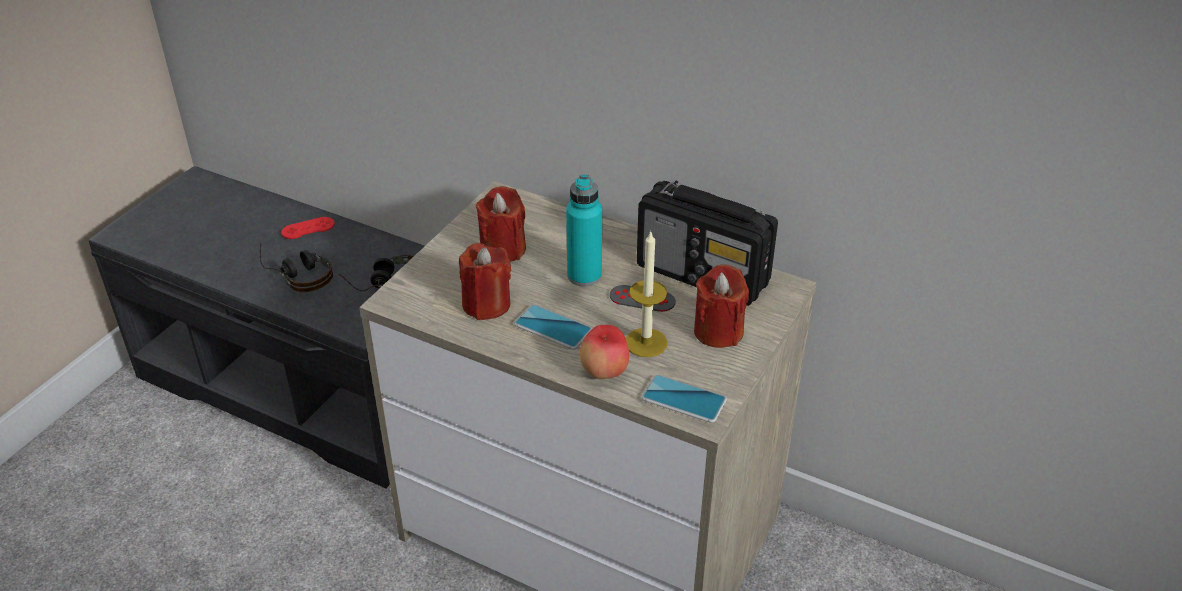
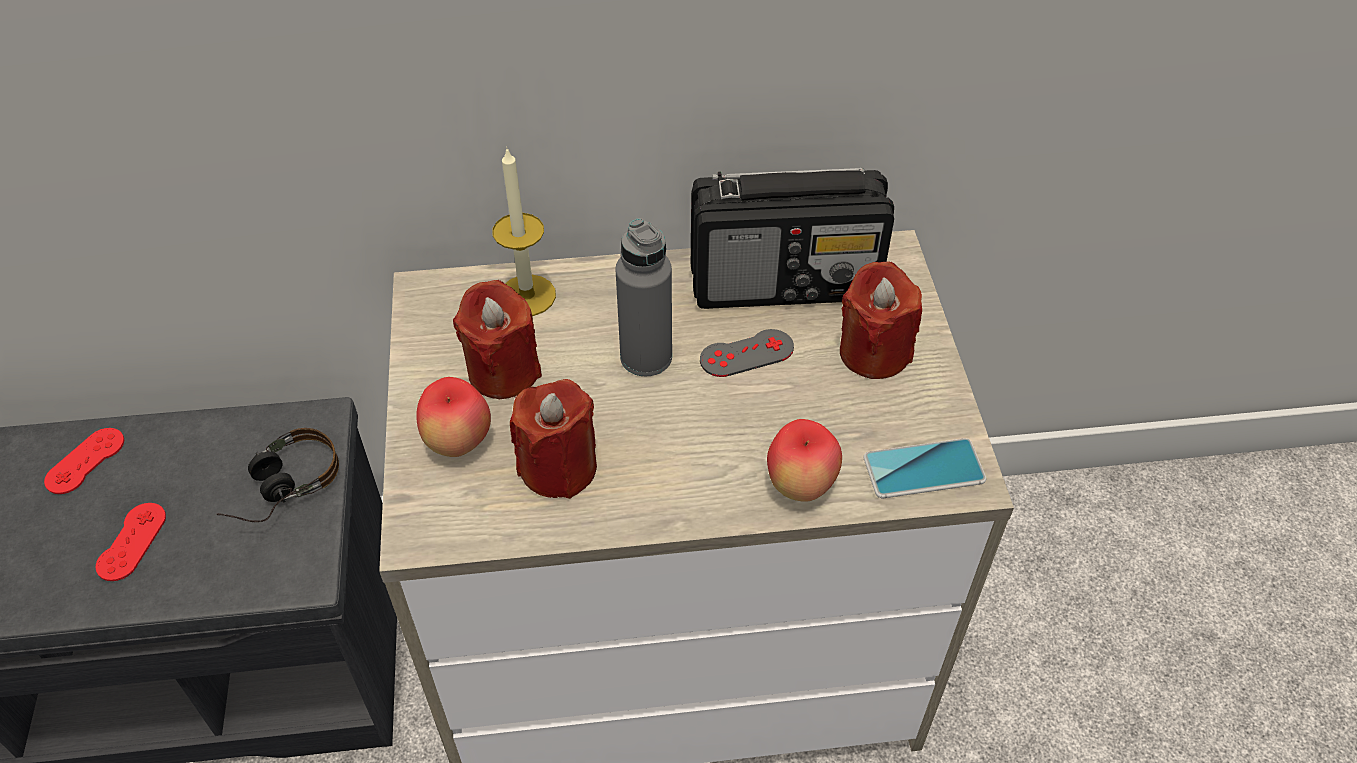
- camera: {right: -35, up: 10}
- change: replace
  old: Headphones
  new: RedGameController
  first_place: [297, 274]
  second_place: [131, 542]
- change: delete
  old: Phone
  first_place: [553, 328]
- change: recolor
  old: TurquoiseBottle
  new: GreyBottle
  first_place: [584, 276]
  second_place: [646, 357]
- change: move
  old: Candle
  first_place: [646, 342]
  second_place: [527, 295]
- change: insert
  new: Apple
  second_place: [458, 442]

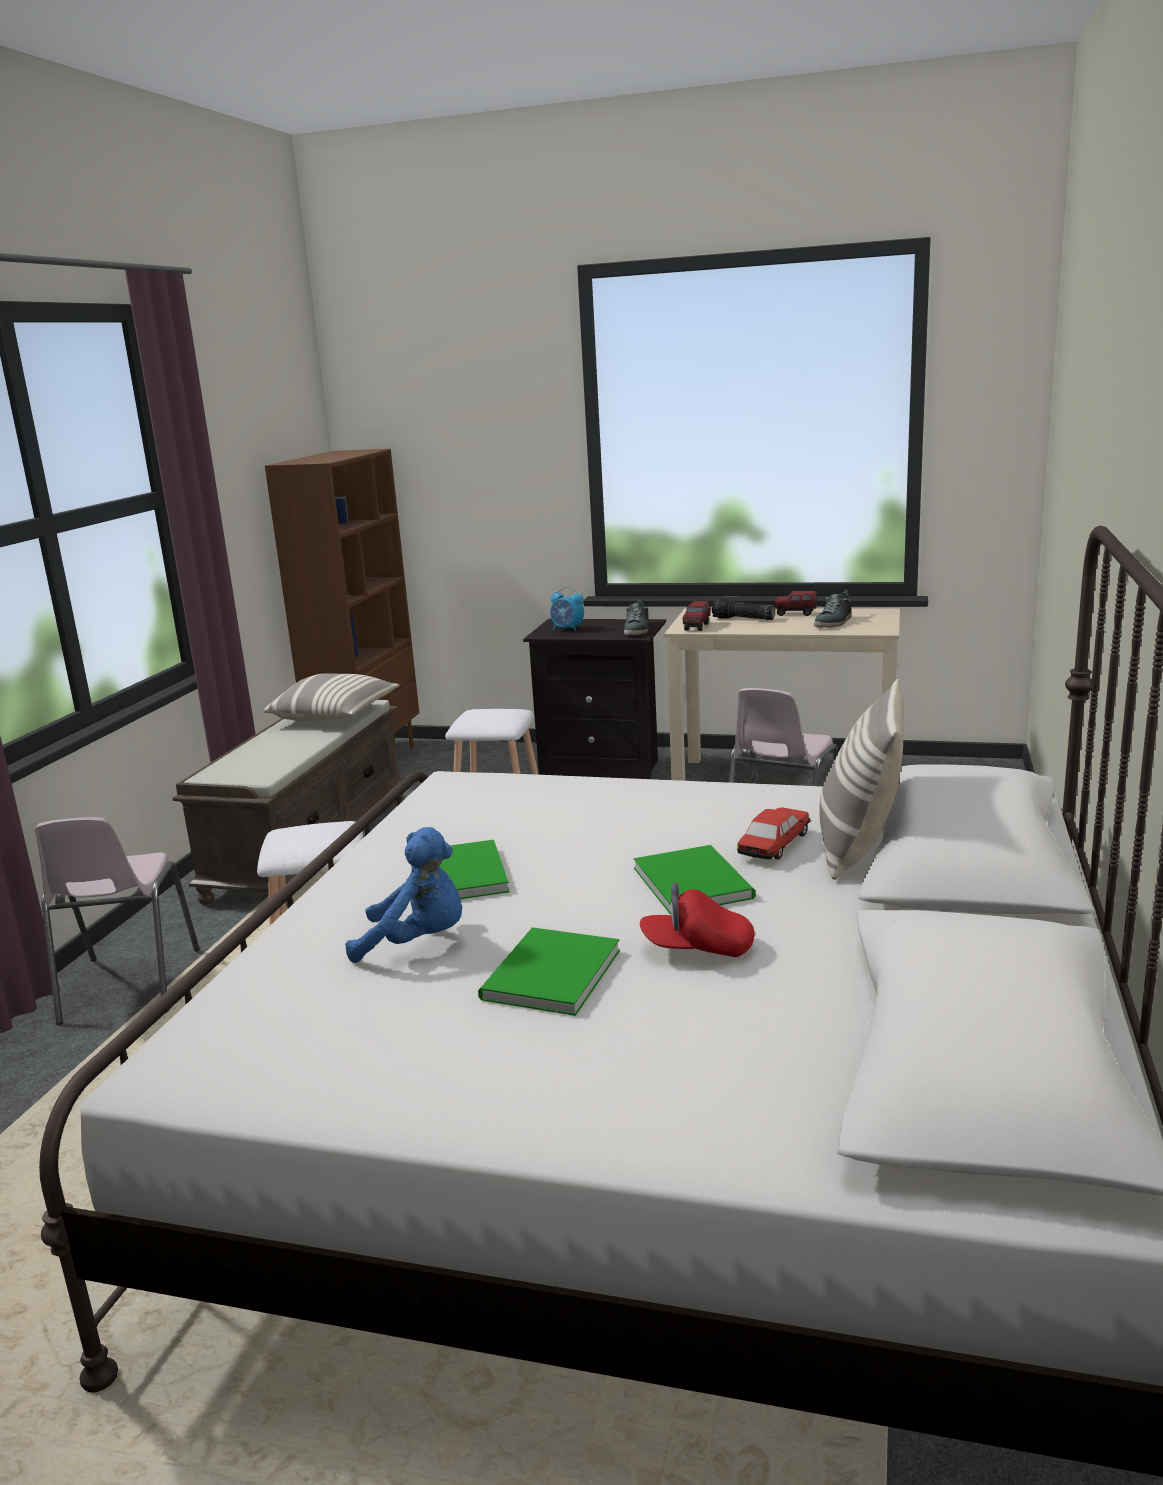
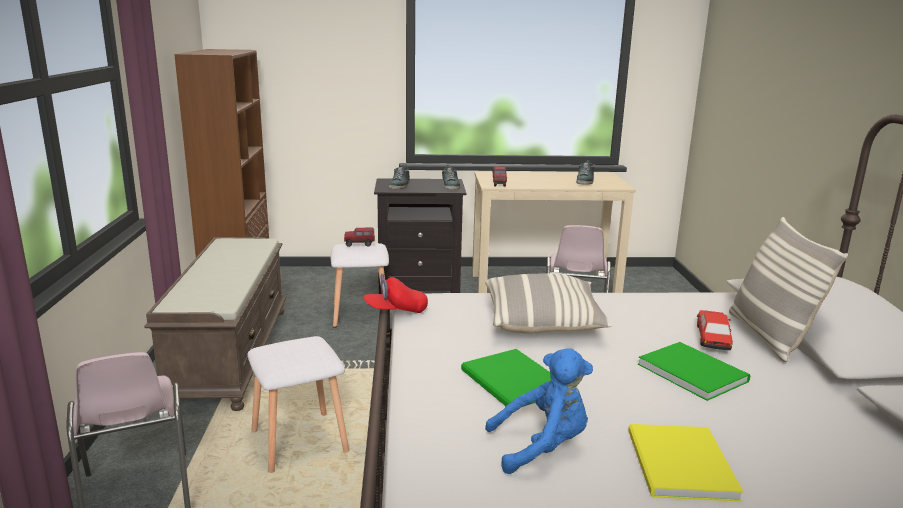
- camera: {right: -20, up: 0}
- change: move
  old: Pillow
  first_place: [335, 716]
  second_place: [543, 322]
- change: recolor
  old: GreenBook
  new: YellowBook
  first_place: [546, 976]
  second_place: [678, 466]
- change: replace
  old: AlarmClock
  new: Shoe
  first_place: [567, 629]
  second_place: [400, 185]
- change: move
  old: RedCap
  first_place: [697, 948]
  second_place: [395, 311]
- change: delete
  old: Flashlight
  first_place: [742, 619]
- change: move
  old: ToyTruck
  first_place: [795, 614]
  second_place: [359, 244]

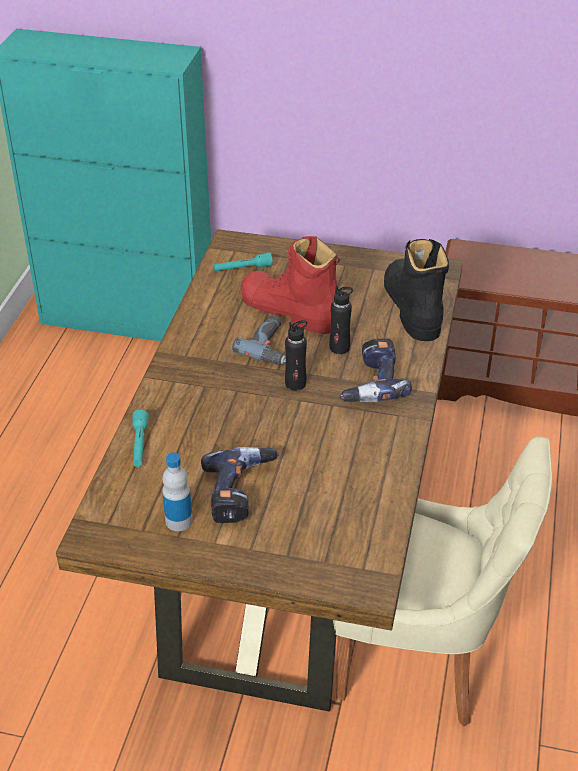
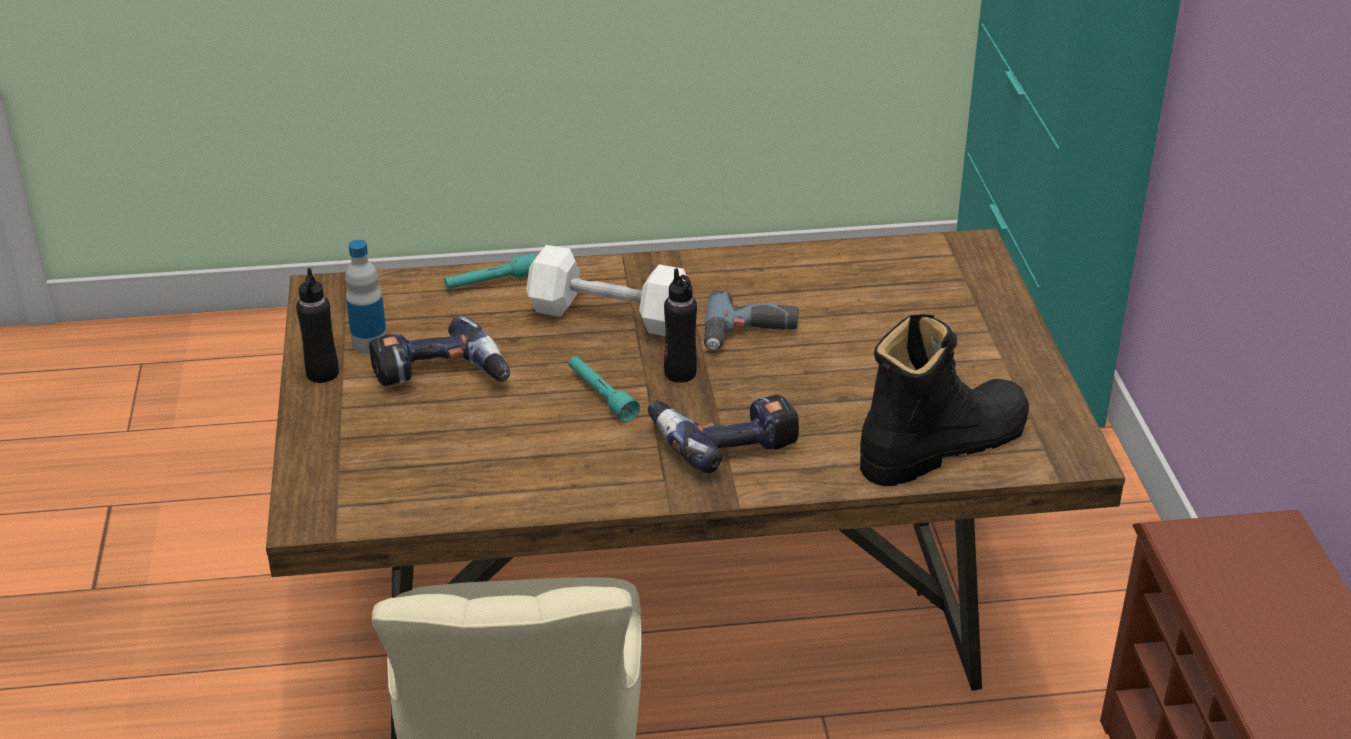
- camera: {right: 70, up: -5}
- change: move
  old: TurquoiseFlashlight
  first_place: [243, 269]
  second_place: [601, 395]
- change: delete
  old: RedBoot
  first_place: [290, 310]
- change: move
  old: BlackBottle
  first_place: [339, 348]
  second_place: [322, 373]
- change: insert
  new: WhiteDumbbell
  second_place: [609, 315]

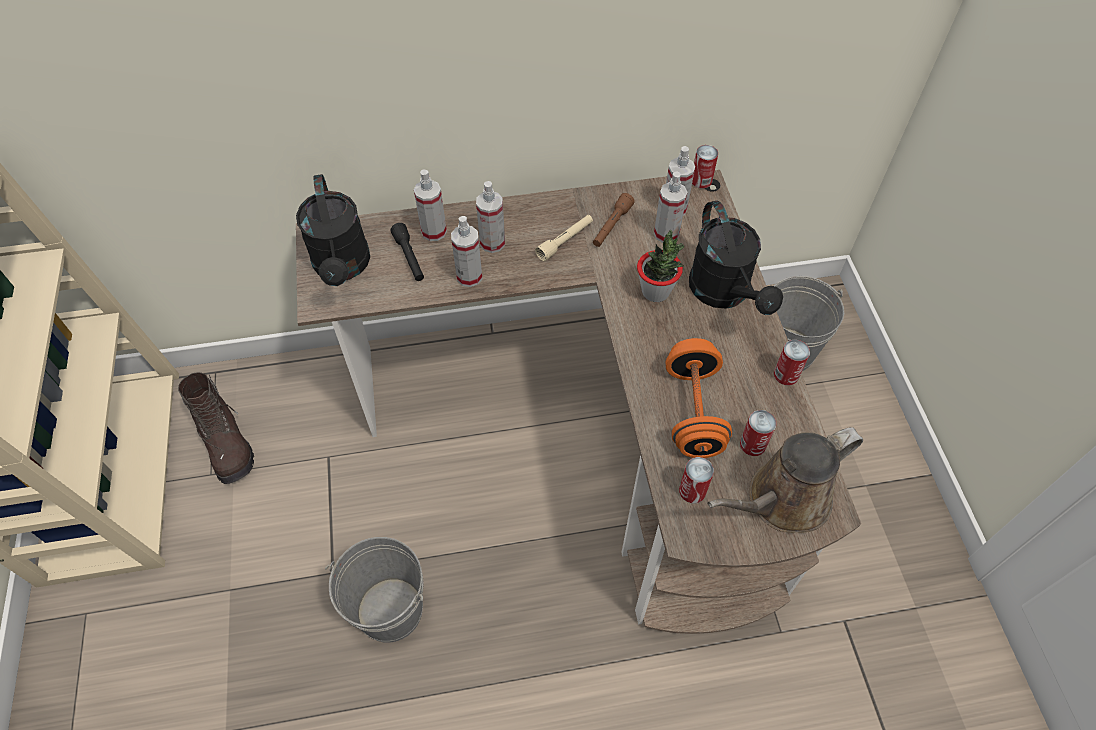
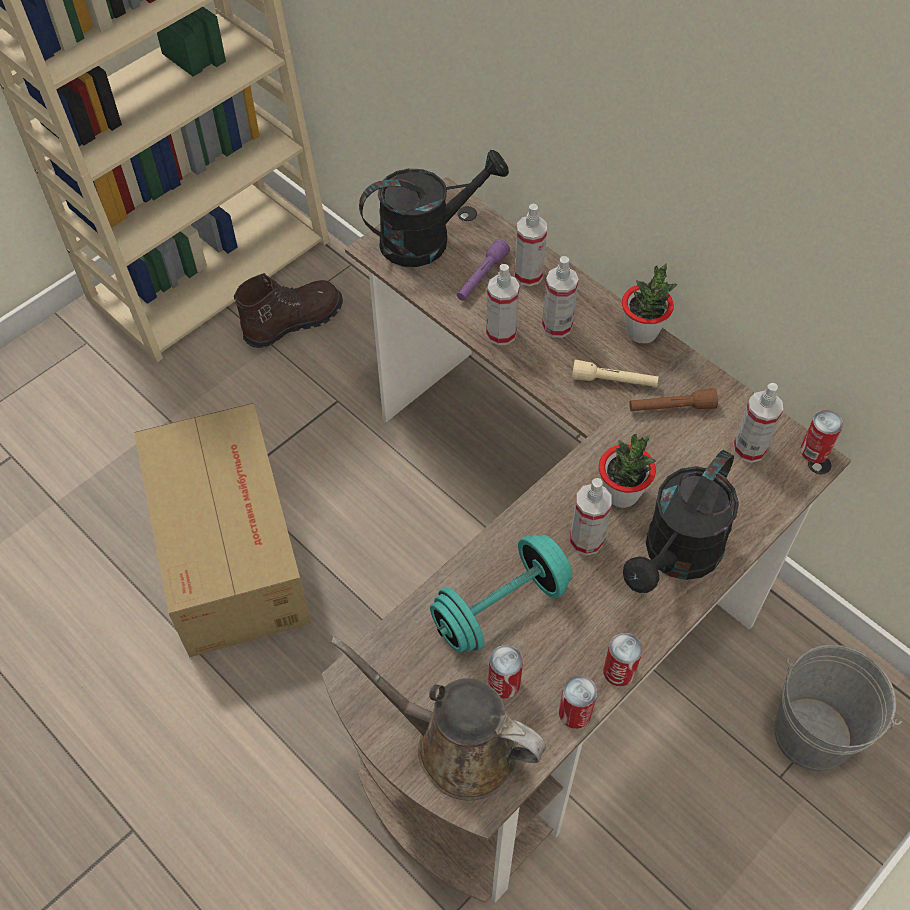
- camera: {right: 55, up: 0}
- change: rotate
  old: BrownBoot
  first_place: [227, 443]
  second_place: [292, 321]
  degrees: -150
- change: rotate
  old: BlackWateringCan
  first_place: [343, 267]
  second_place: [427, 238]
  degrees: -150
- change: replace
  old: GreyBucket
  new: CardboardBox
  first_place: [390, 610]
  second_place: [231, 547]
- change: recolor
  old: BlackFlashlight
  new: PurpleFlashlight
  first_place: [409, 258]
  second_place: [481, 277]
- change: move
  old: SprayBottle
  first_place: [666, 234]
  second_place: [586, 540]
- change: recolor
  old: OrangeDumbbell
  new: TurquoiseDumbbell
  first_place: [693, 411]
  second_place: [500, 608]
- change: move
  old: Can
  first_place: [692, 490]
  second_place: [575, 712]
- change: insert
  new: PottedPlant
  second_place: [642, 332]

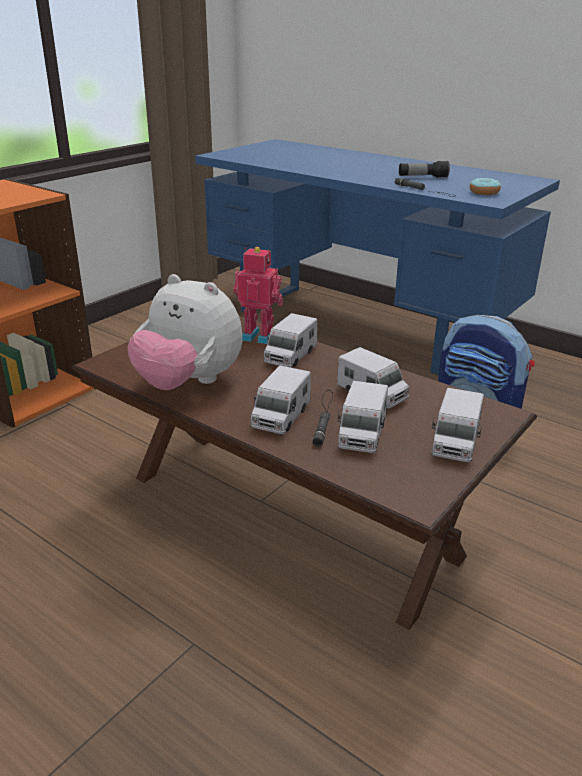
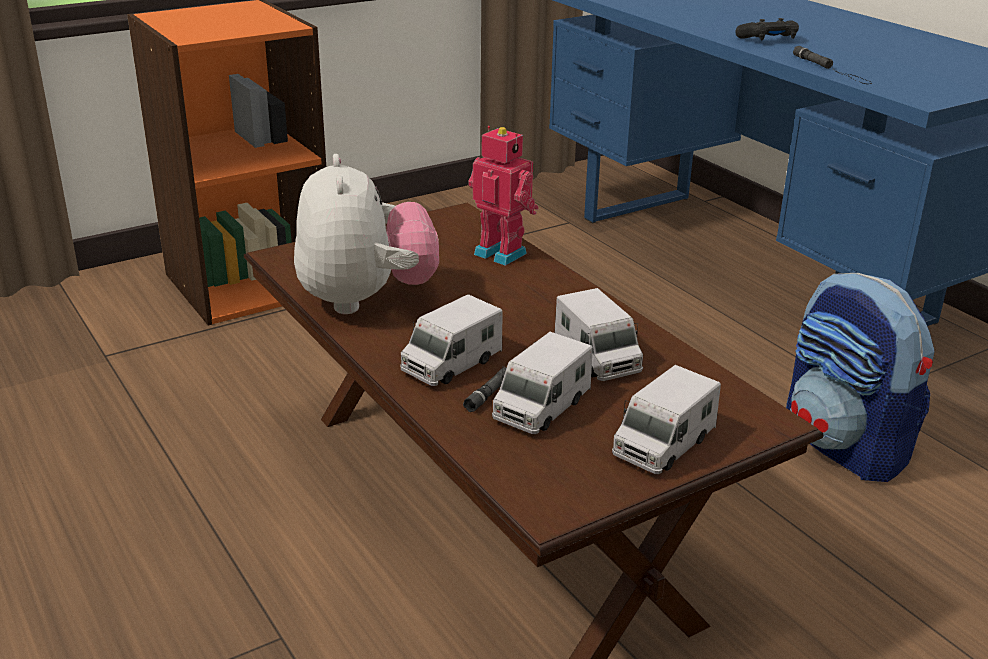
- camera: {right: 20, up: 0}
- change: rotate
  old: PlushToy
  first_place: [188, 383]
  second_place: [366, 300]
  degrees: -150
- change: delete
  old: ToyTruck
  first_place: [290, 356]
- change: delete
  old: Flashlight
  first_place: [422, 177]
- change: delete
  old: Donut
  first_place: [484, 192]
- change: insert
  new: BlackGameController
  second_place: [768, 40]

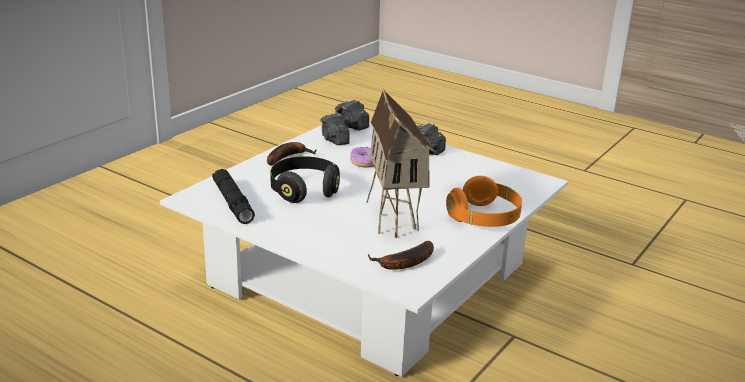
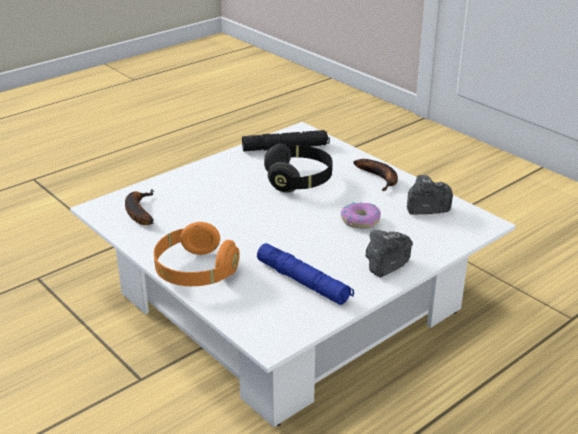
- camera: {right: 105, up: 5}
- change: delete
  old: PhotoCamera
  first_place: [351, 126]
- change: delete
  old: ToyHouse
  first_place: [395, 219]
- change: insert
  new: BlueFlashlight
  second_place: [303, 282]

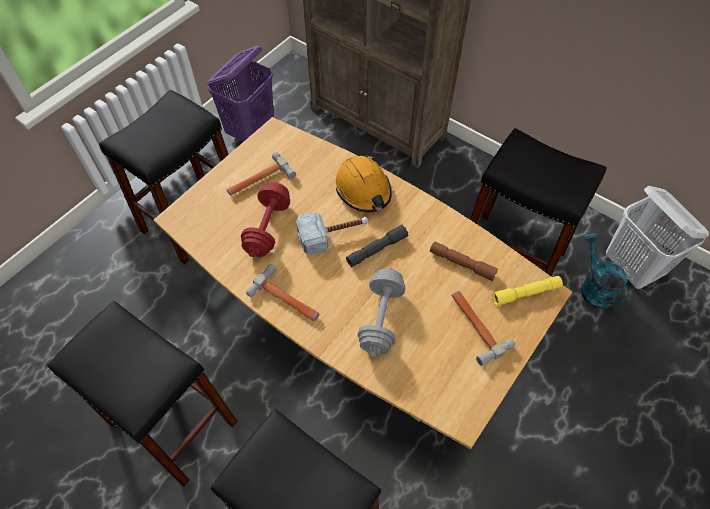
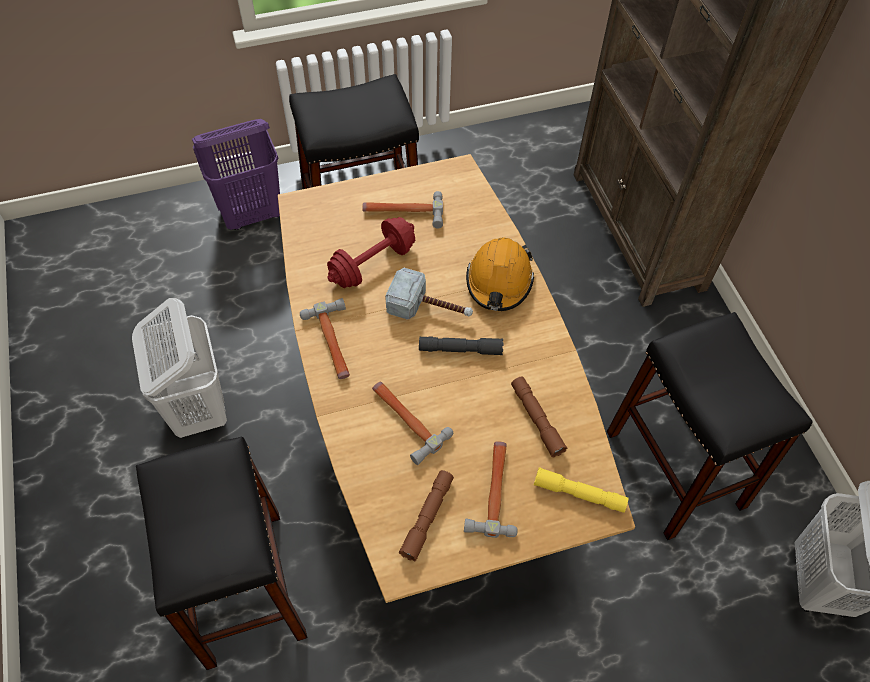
- camera: {right: 35, up: 0}
- change: replace
  old: BlackStool
  new: WhiteLaundryBasket
  first_place: [172, 422]
  second_place: [199, 408]
- change: move
  old: PurpleLaundryBasket
  first_place: [251, 130]
  second_place: [252, 213]
- change: replace
  old: GreyDumbbell
  new: Hammer
  first_place: [381, 319]
  second_place: [405, 419]
- change: delete
  old: TurquoiseWateringCan
  first_place: [593, 287]
- change: insert
  new: BrownFlashlight
  second_place: [427, 517]

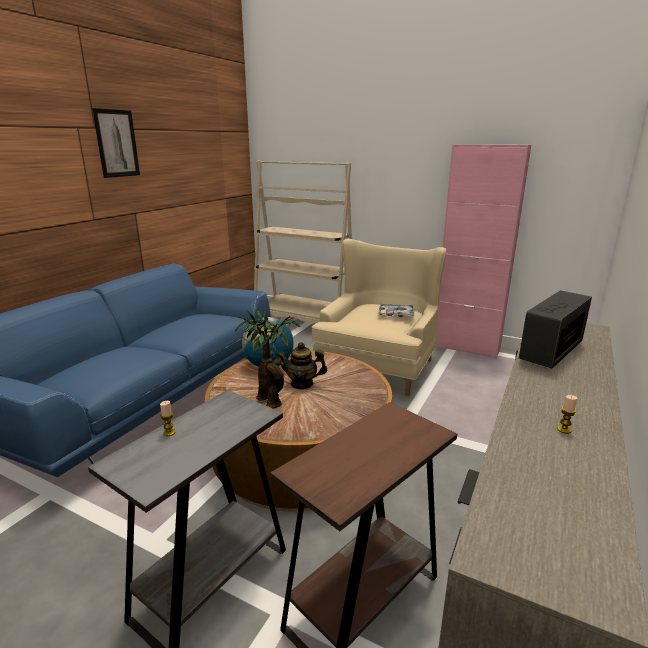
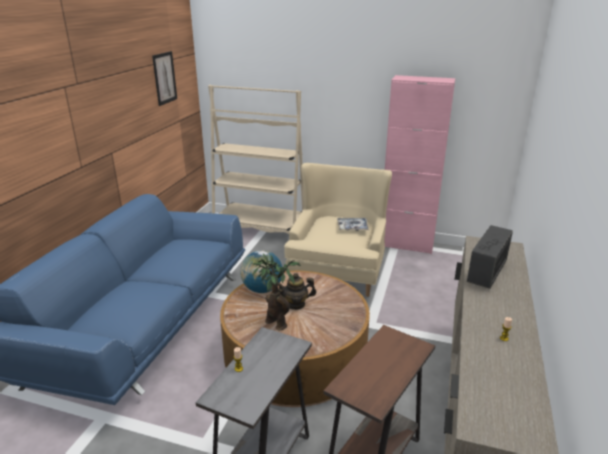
- camera: {right: -10, up: 5}
- change: move
  old: Picture
  first_place: [117, 143]
  second_place: [164, 78]

